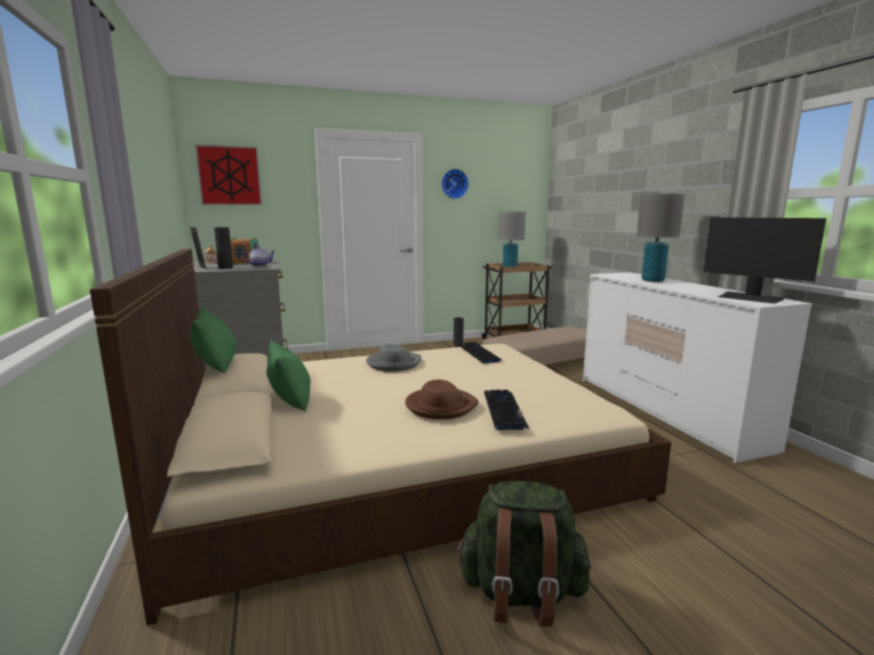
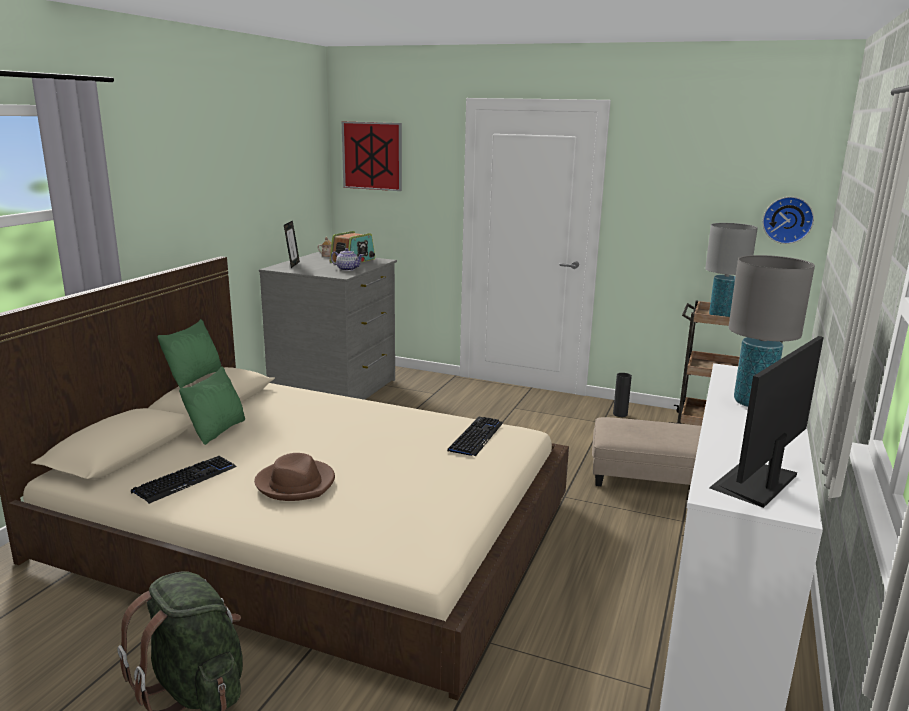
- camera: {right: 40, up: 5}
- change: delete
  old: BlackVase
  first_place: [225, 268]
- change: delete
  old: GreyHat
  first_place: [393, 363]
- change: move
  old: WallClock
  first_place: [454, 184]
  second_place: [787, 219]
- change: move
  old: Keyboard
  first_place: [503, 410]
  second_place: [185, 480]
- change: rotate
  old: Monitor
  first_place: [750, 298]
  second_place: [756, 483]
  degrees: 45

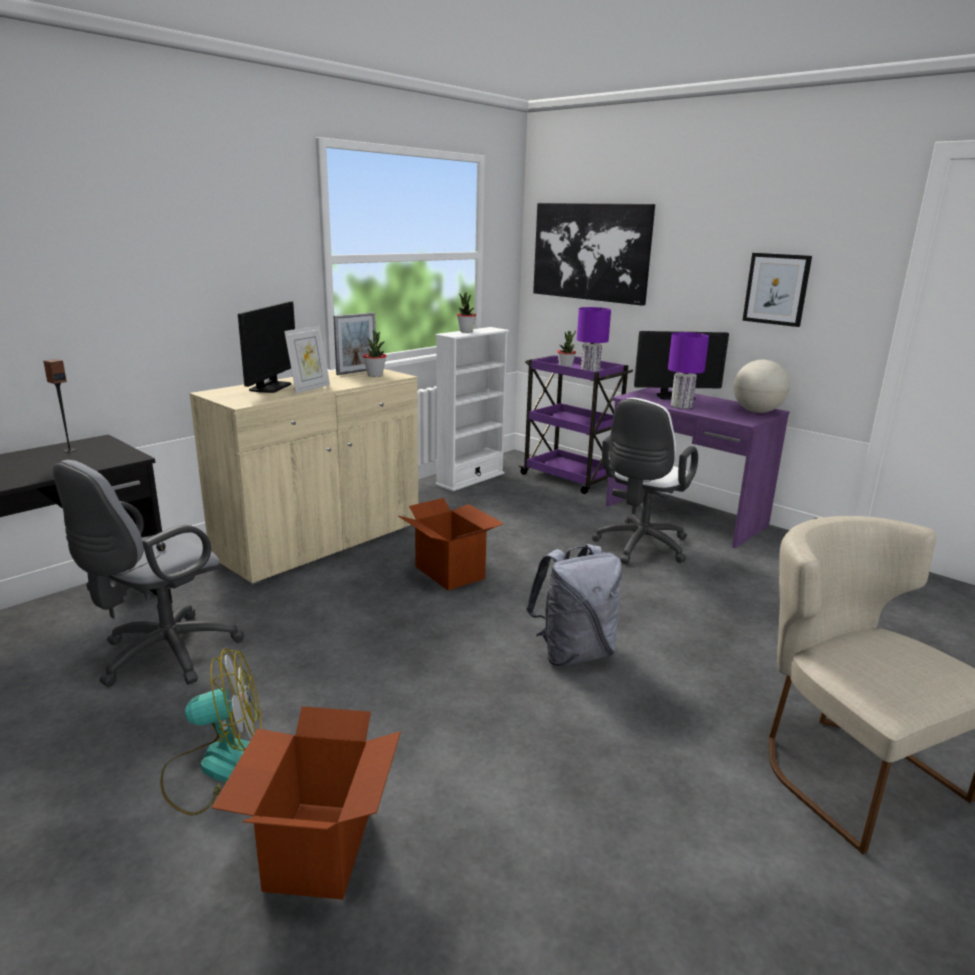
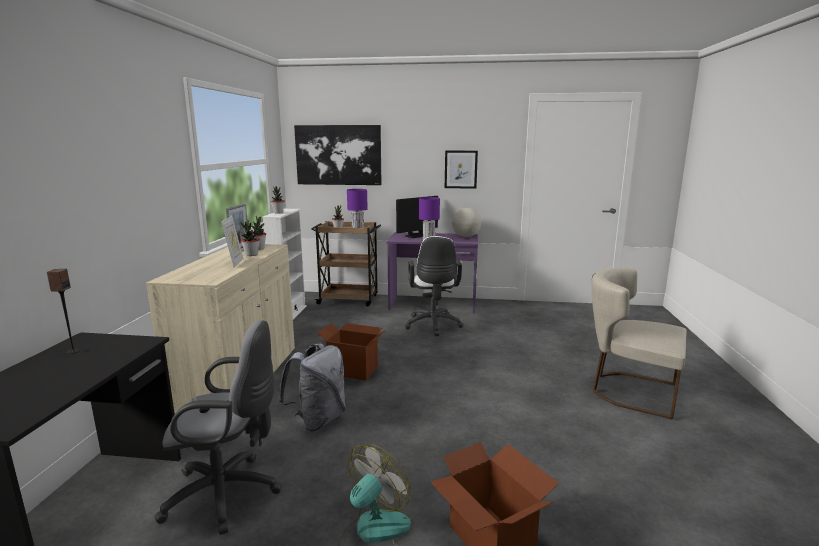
- camera: {right: -35, up: -5}
- change: rotate
  old: GreyOfficeChair
  first_place: [162, 656]
  second_place: [228, 494]
  degrees: -90
- change: delete
  old: Monitor
  first_place: [270, 387]
- change: recolor
  old: PurpleCart
  new: BrownCart
  first_place: [570, 478]
  second_place: [349, 300]
- change: move
  old: GreyBackpack
  first_place: [573, 653]
  second_place: [318, 419]
- change: insert
  new: PottedPlant
  second_place: [251, 255]

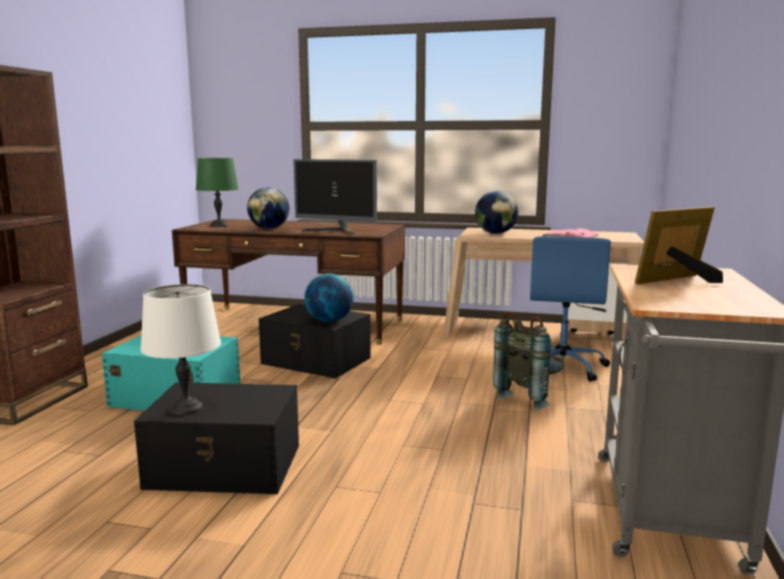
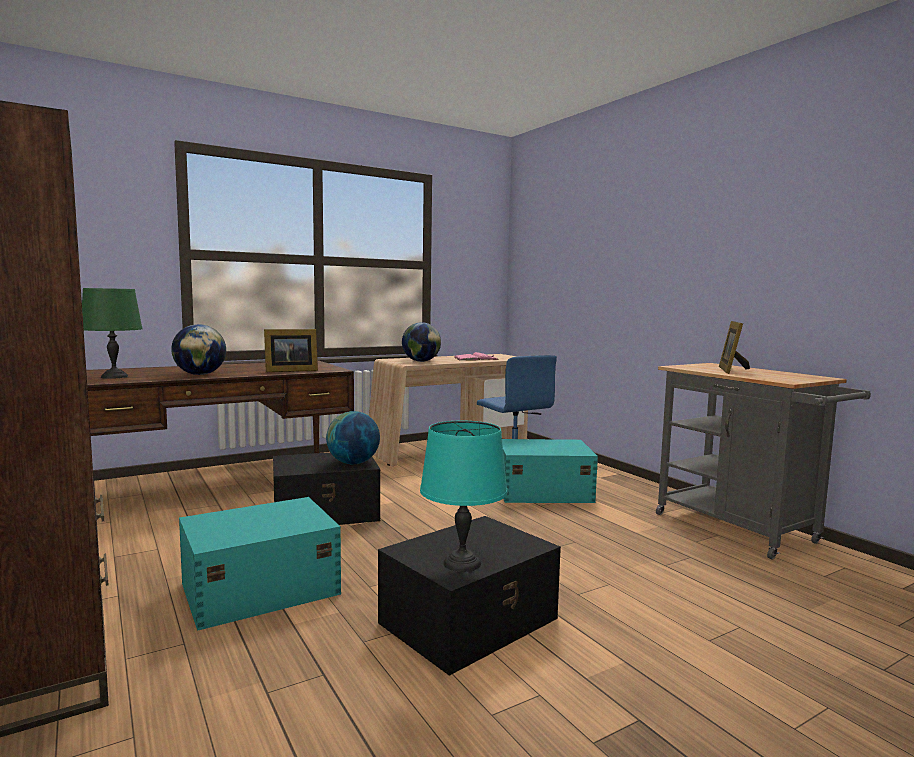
- camera: {right: -45, up: -5}
- change: recolor
  old: WhiteTableLamp
  new: TurquoiseTableLamp
  first_place: [186, 408]
  second_place: [463, 563]
- change: replace
  old: Monitor
  new: PictureFrame
  first_place: [336, 231]
  second_place: [289, 370]
- change: replace
  old: GreyBackpack
  new: TurquoiseStorageBox
  first_place: [530, 397]
  second_place: [542, 491]

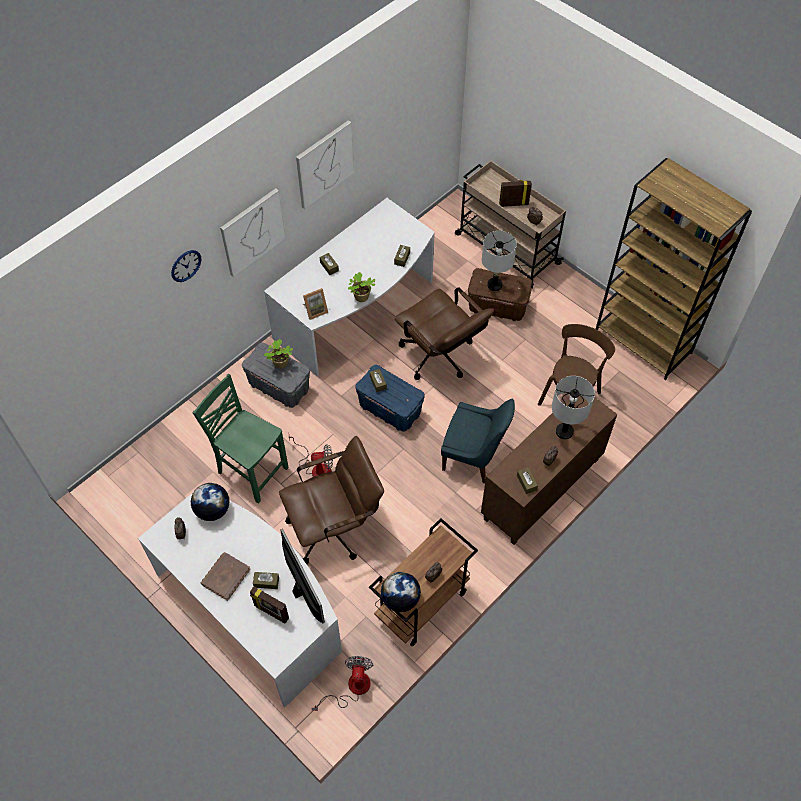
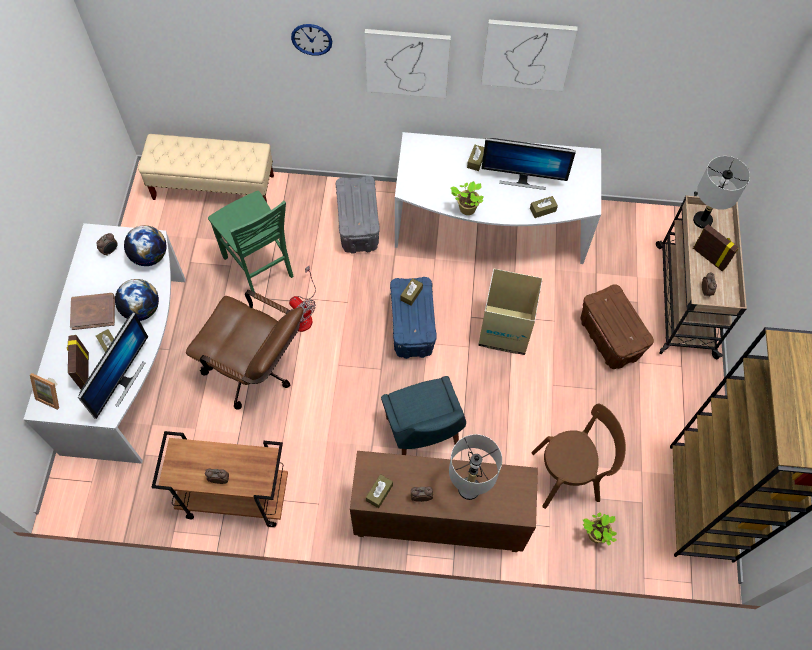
- camera: {right: 50, up: 5}
- change: rotate
  old: GreenChair
  first_place: [251, 470]
  second_place: [259, 267]
  degrees: 150
- change: move
  old: PottedPlant
  first_place: [280, 363]
  second_place: [595, 535]
- change: move
  old: PictureFrame
  first_place: [315, 310]
  second_place: [52, 395]
- change: delete
  old: Fan
  first_place: [351, 688]
- change: move
  old: Globe
  first_place: [400, 599]
  second_place: [142, 309]
- change: replace
  old: BrownOfficeChair
  new: CardboardBox
  first_place: [440, 358]
  second_place: [504, 331]
- change: move
  old: GreyTableLamp
  first_place: [494, 285]
  second_place: [702, 220]
- change: insert
  new: BeigeBench
  second_place: [214, 188]
- change: insert
  new: Monitor
  second_place: [523, 179]

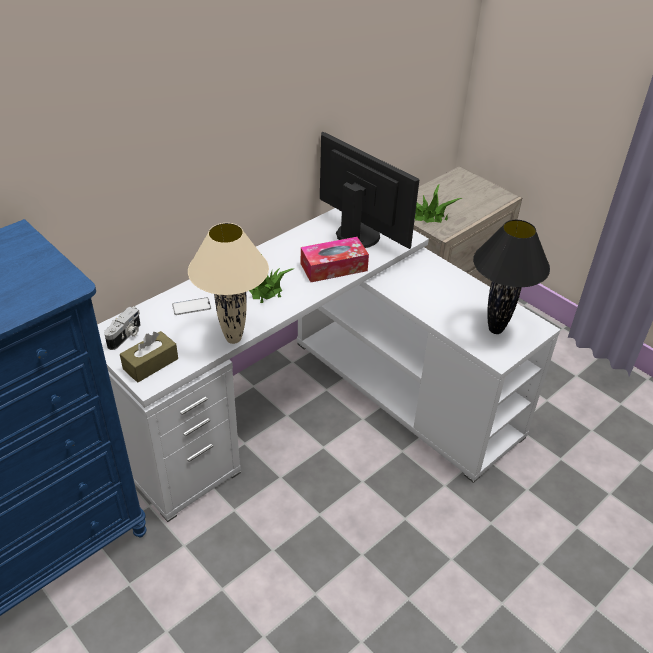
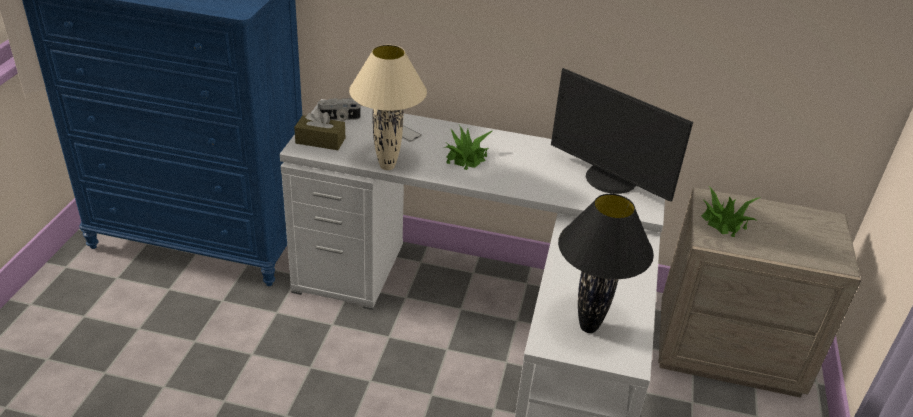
- camera: {right: 55, up: -5}
- change: delete
  old: TissueBox
  first_place: [333, 267]
- change: rotate
  old: Monitor
  first_place: [359, 234]
  second_place: [609, 180]
  degrees: 120

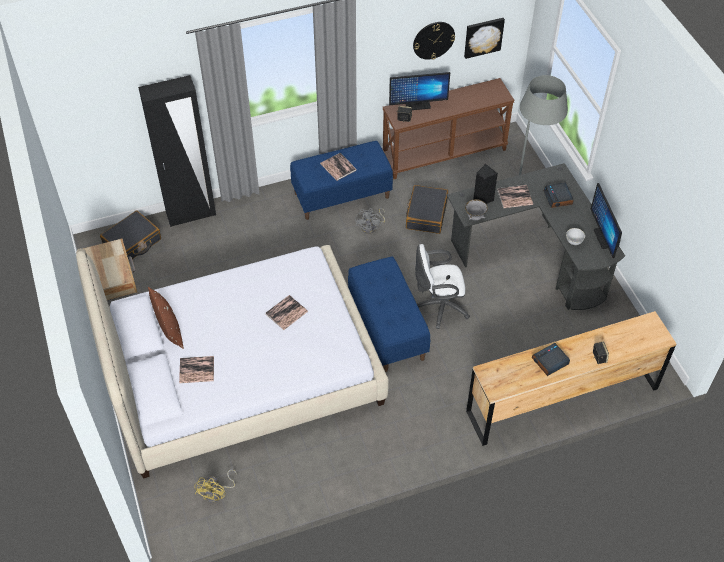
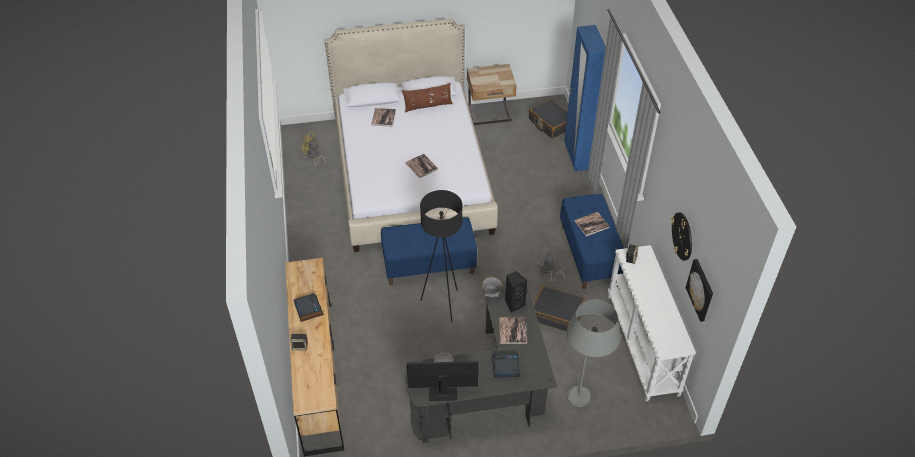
- camera: {right: 100, up: -5}
- change: recolor
  old: BlackWardrobe
  new: BlueWardrobe
  first_place: [191, 215]
  second_place: [576, 157]
- change: recolor
  old: BrownConsoleTable
  new: WhiteConsoleTable
  first_place: [444, 153]
  second_place: [643, 344]
- change: delete
  old: Monitor
  first_place: [417, 105]
- change: replace
  old: WhiteOfficeChair
  new: BlackFloorLamp
  first_place: [438, 307]
  second_place: [443, 304]

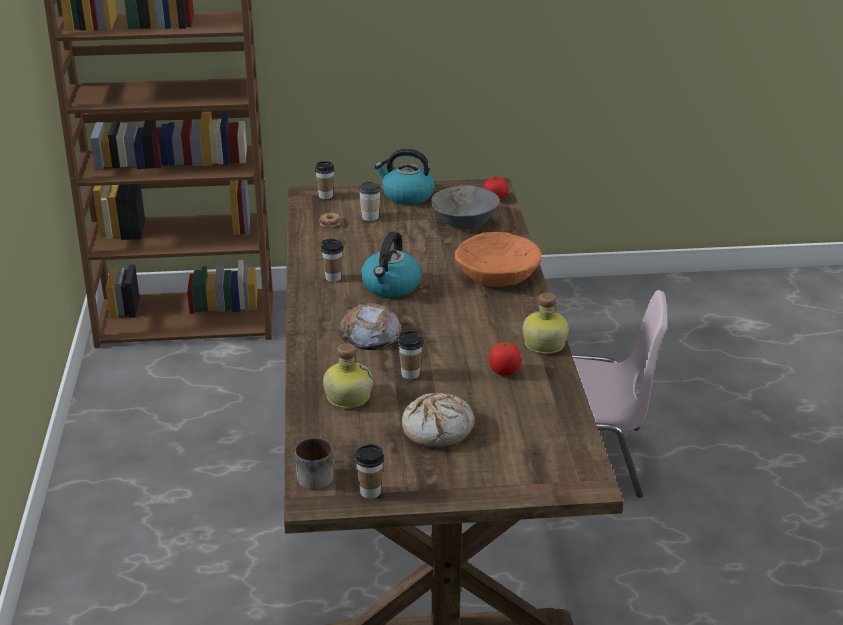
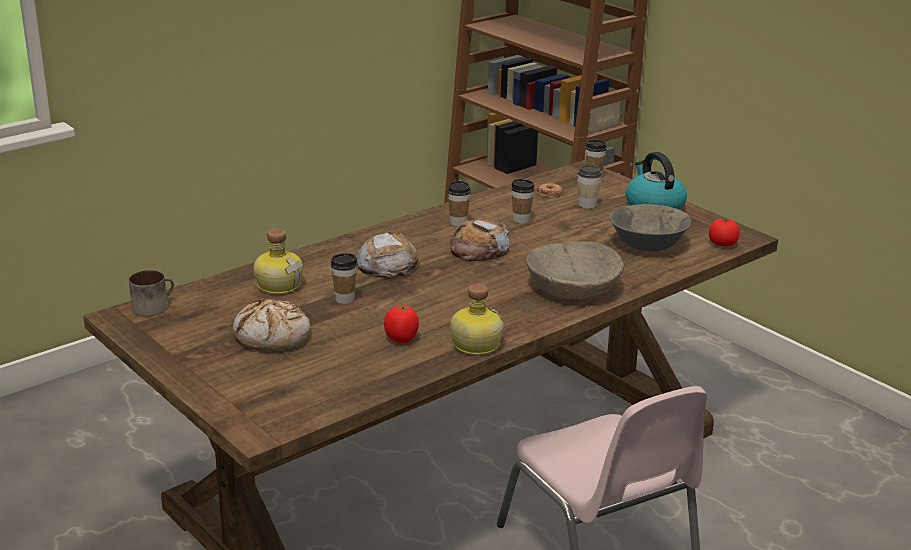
- camera: {right: 55, up: -5}
- change: move
  old: Cup
  first_place: [370, 492]
  second_place: [521, 220]
- change: replace
  old: Kettle
  new: Bread
  first_place: [391, 286]
  second_place: [479, 249]
- change: recolor
  old: OrangeBowl
  new: BeigeBowl
  first_place: [498, 274]
  second_place: [573, 287]

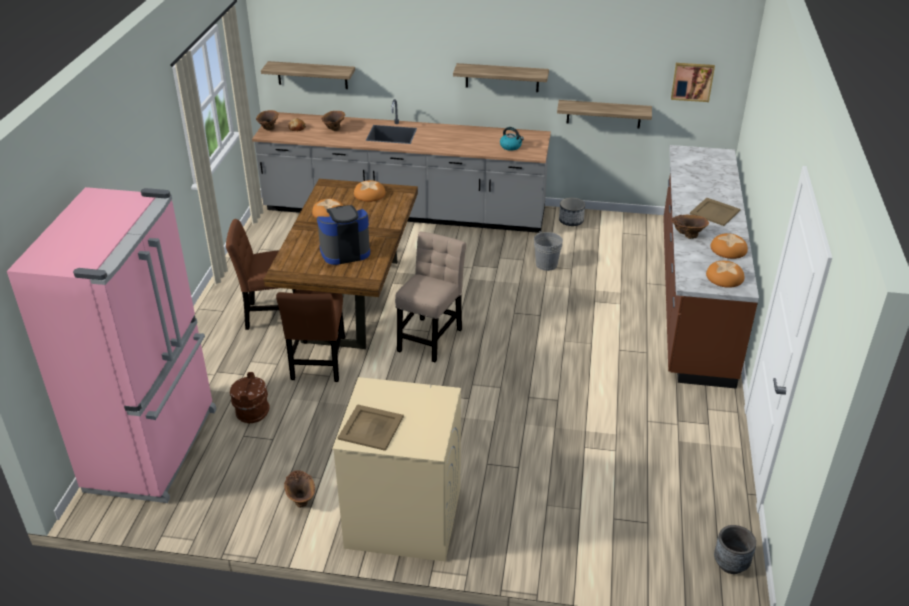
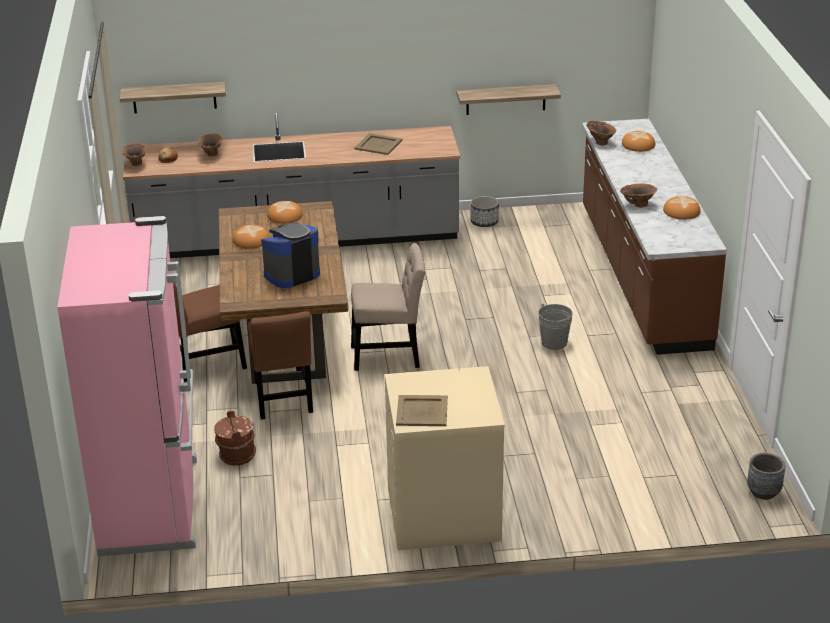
- camera: {right: -15, up: -5}
- change: move
  old: BrownVase
  first_place: [301, 499]
  second_place: [600, 142]
- change: rotate
  old: BeigeChair
  first_place: [431, 337]
  second_place: [389, 356]
  degrees: 75
- change: delete
  old: Shelf
  first_place: [502, 77]
- change: delete
  old: Kettle
  first_place: [511, 146]
- change: move
  old: GreyBucket
  first_place: [546, 264]
  second_place: [554, 342]
- change: delete
  old: Picture
  first_place: [692, 81]
- change: move
  old: BeigeTray
  first_place: [715, 212]
  second_place: [379, 144]
- change: move
  old: Bread
  first_place: [725, 277]
  second_place: [638, 145]

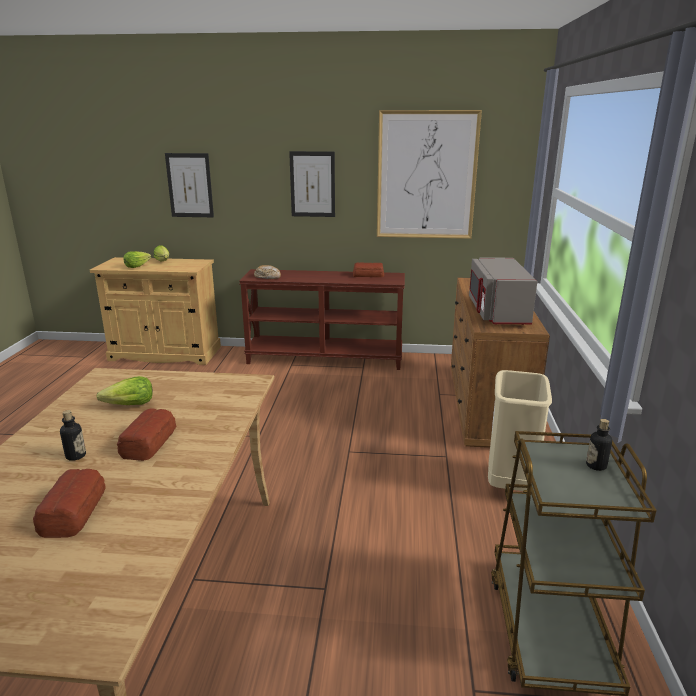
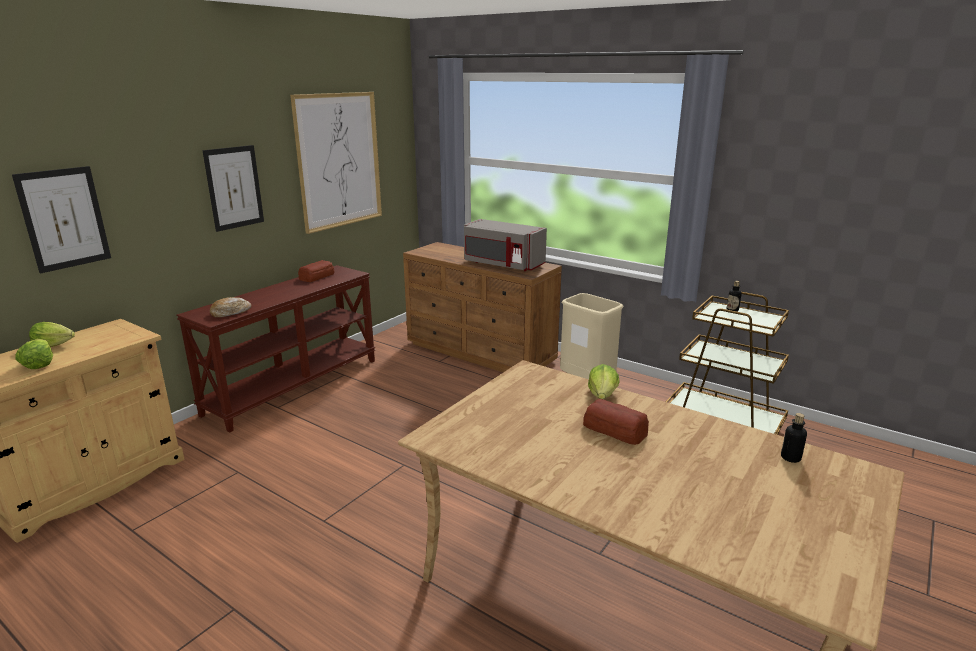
- camera: {right: -60, up: 0}
- change: delete
  old: Bread
  first_place: [72, 512]
- change: move
  old: Bottle
  first_place: [76, 456]
  second_place: [790, 458]
- change: move
  old: Lettuce
  first_place: [130, 405]
  second_place: [602, 395]

